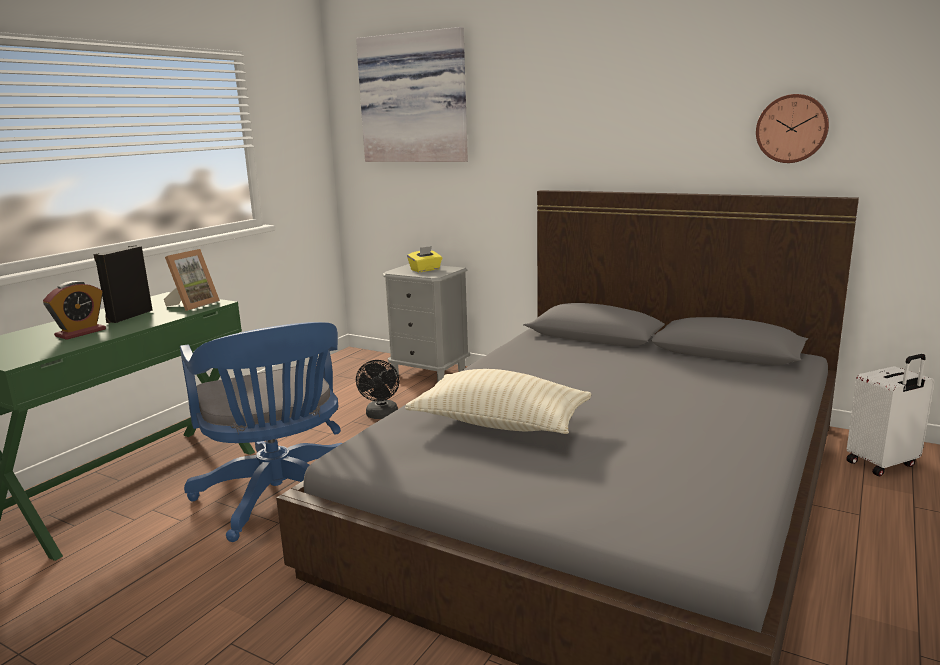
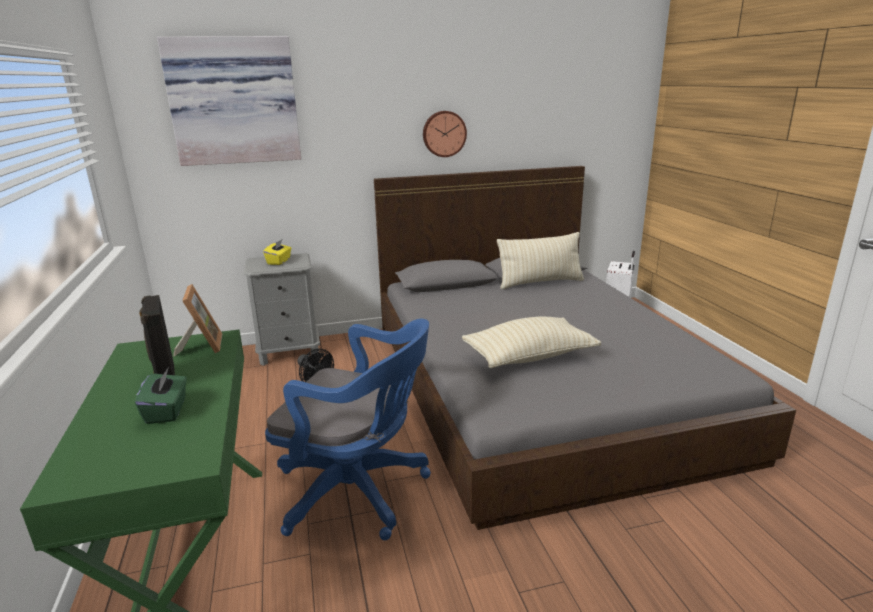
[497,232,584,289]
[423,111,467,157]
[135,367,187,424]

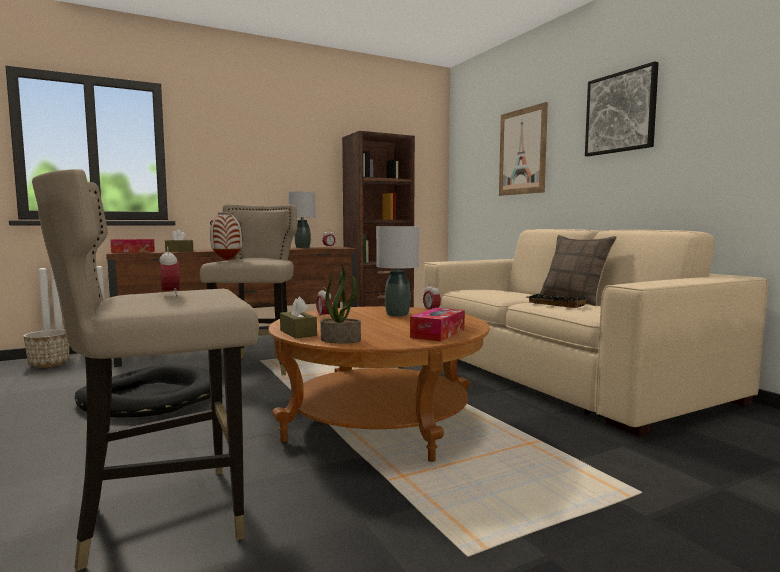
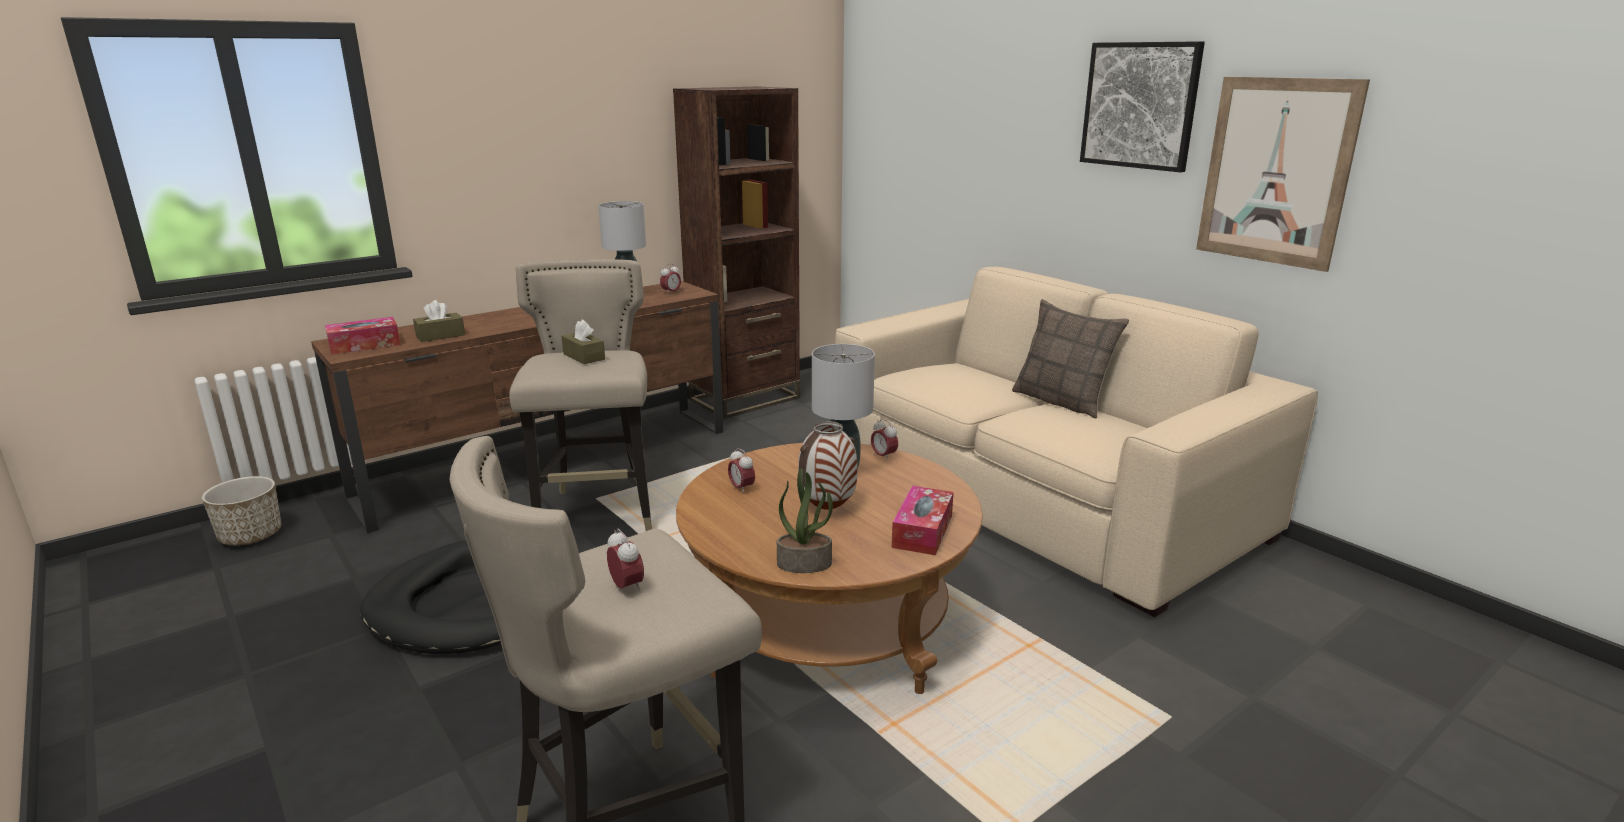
[526,294,588,308] (first image)
[798,421,858,510]
[561,320,605,364]
[1196,77,1370,272]

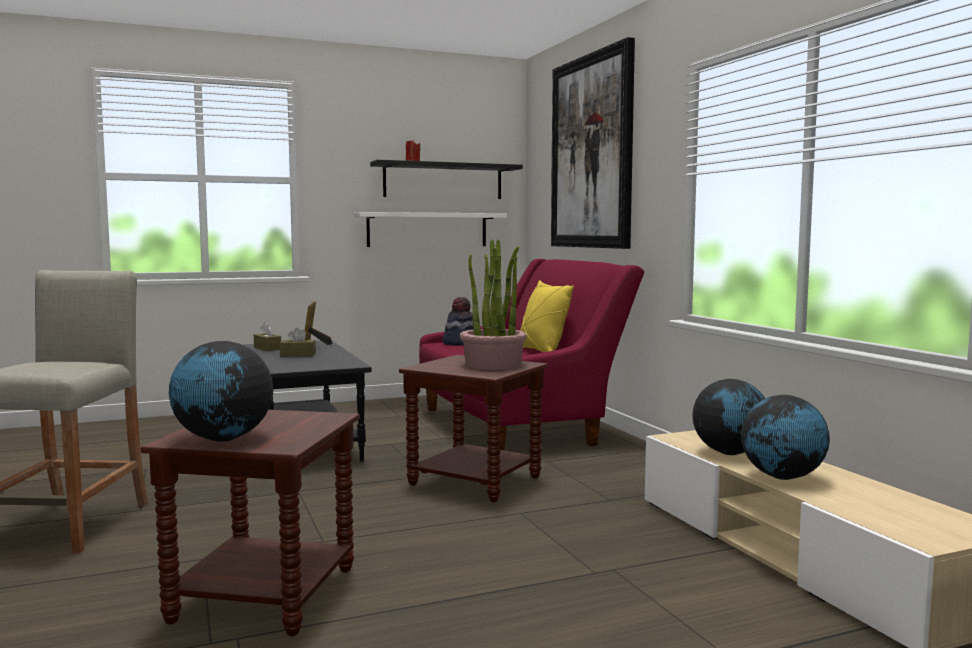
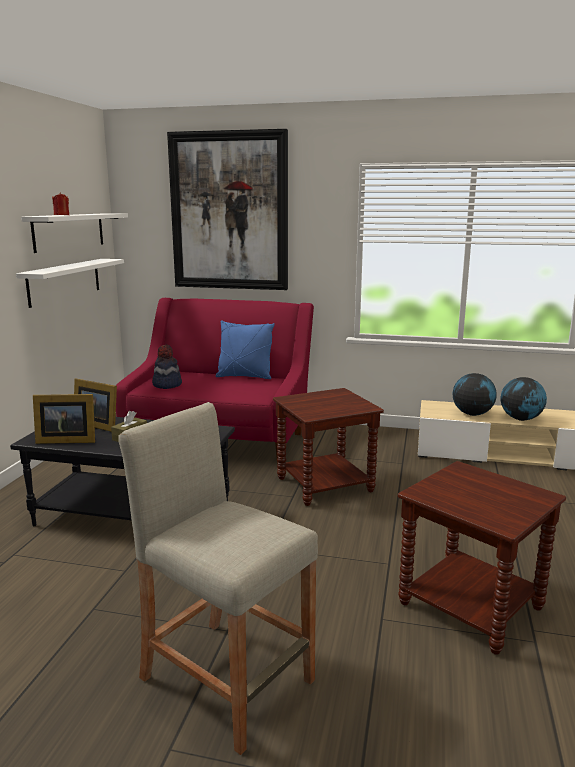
[169,341,273,442] (first image)
[460,239,527,370] (first image)
[33,394,95,444]
[21,213,128,253]
[215,320,275,379]

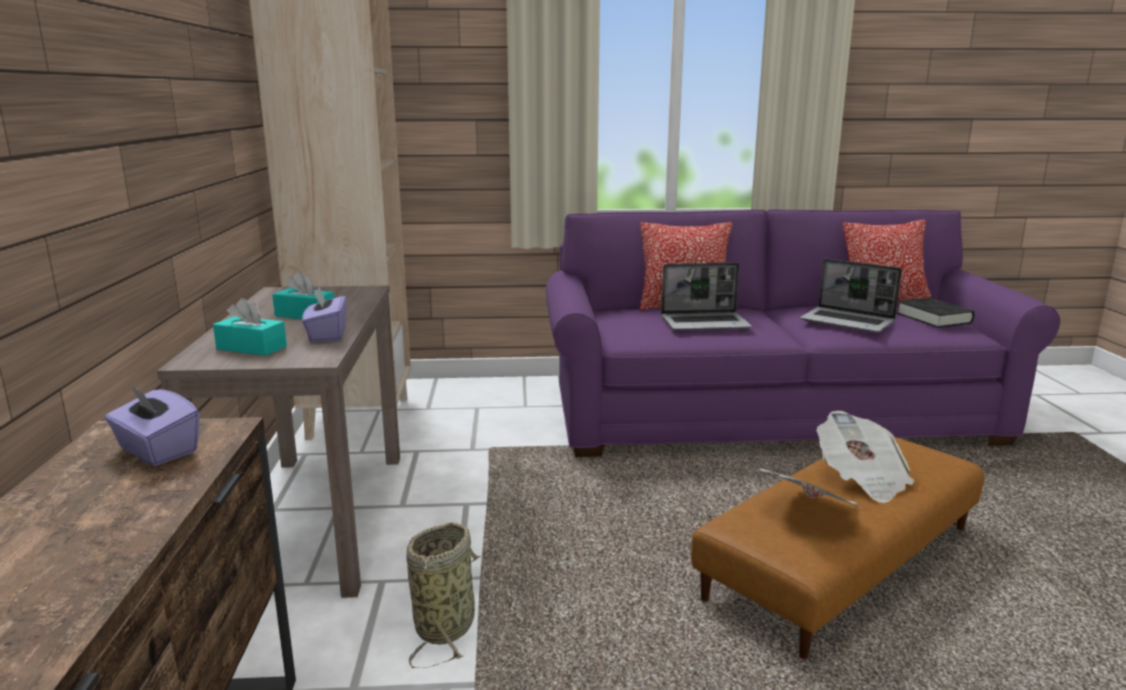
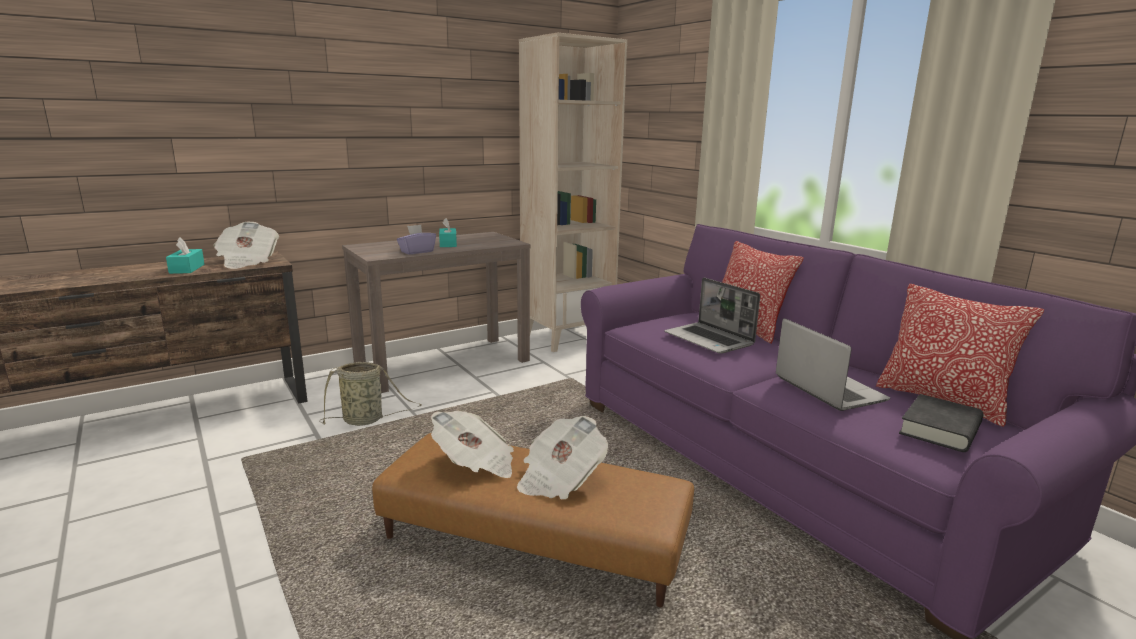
[166,237,204,274]
[214,222,279,269]
[776,318,890,411]

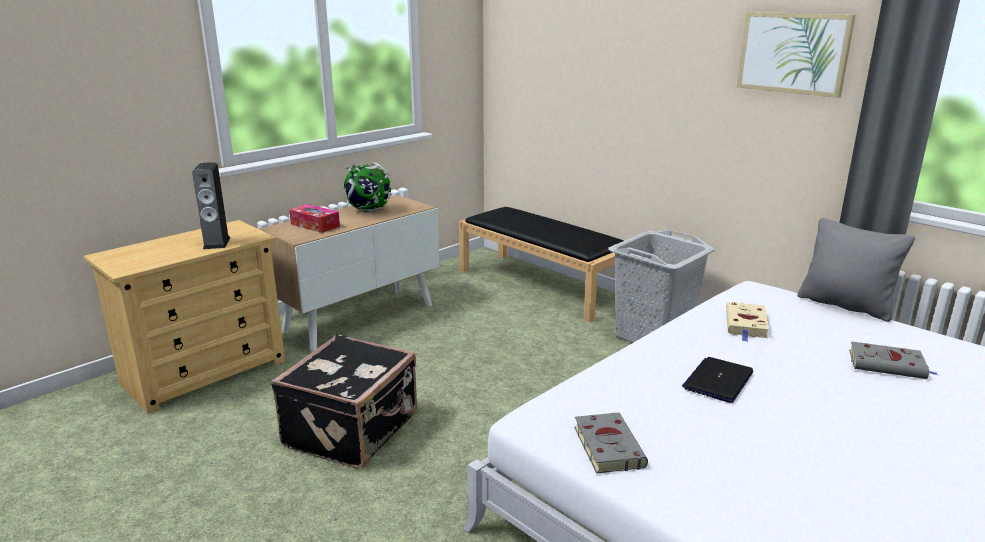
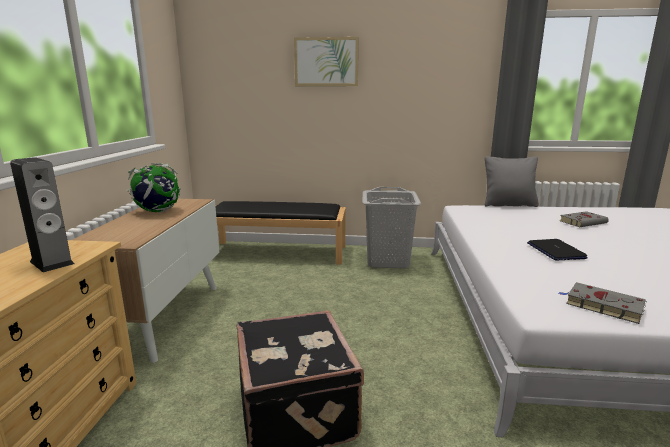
[289,204,340,233] (first image)
[726,302,769,342] (first image)
[294,37,359,86]

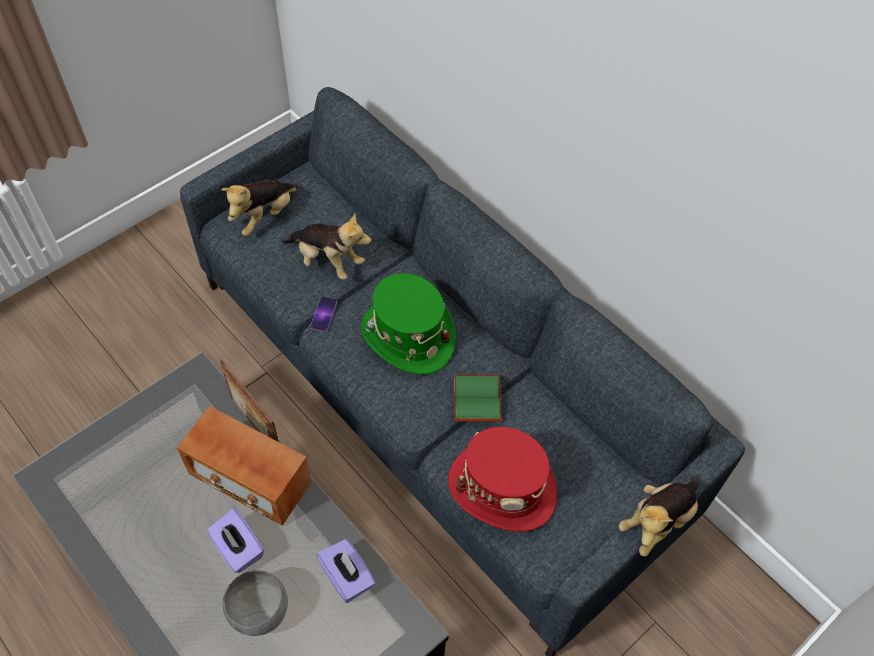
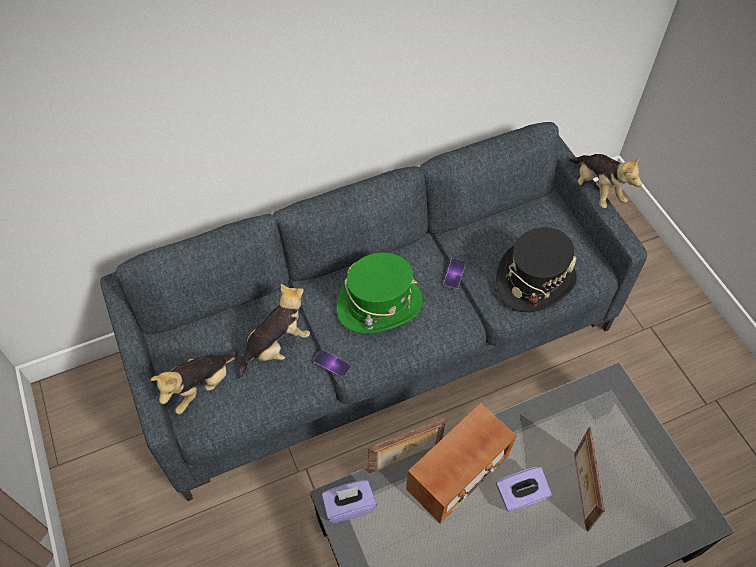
[322,480,377,523]
[574,427,605,532]
[443,258,466,289]
[496,227,577,312]
[151,350,238,414]

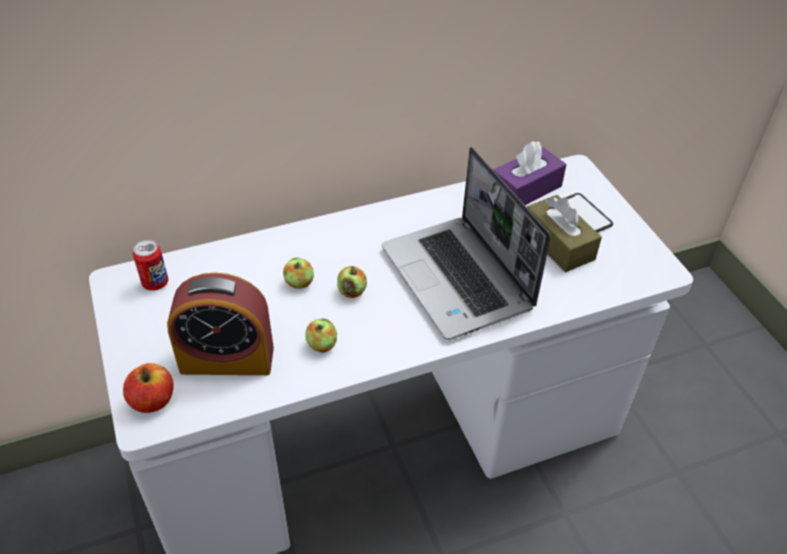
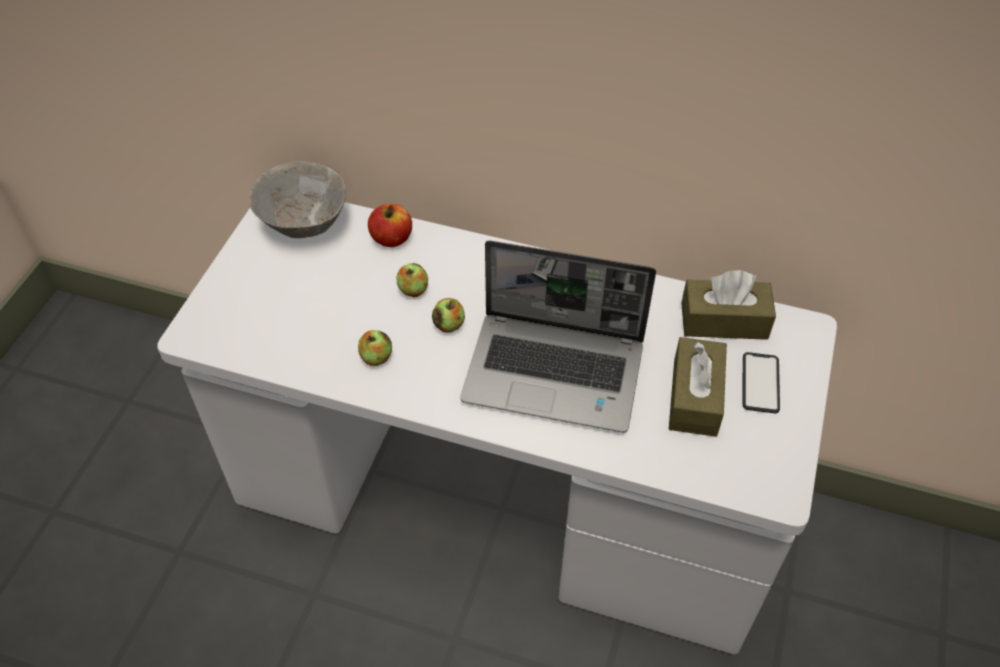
[167,273,274,375] (first image)
[368,204,412,247]
[249,161,346,238]
[681,270,776,340]
[460,240,656,433]

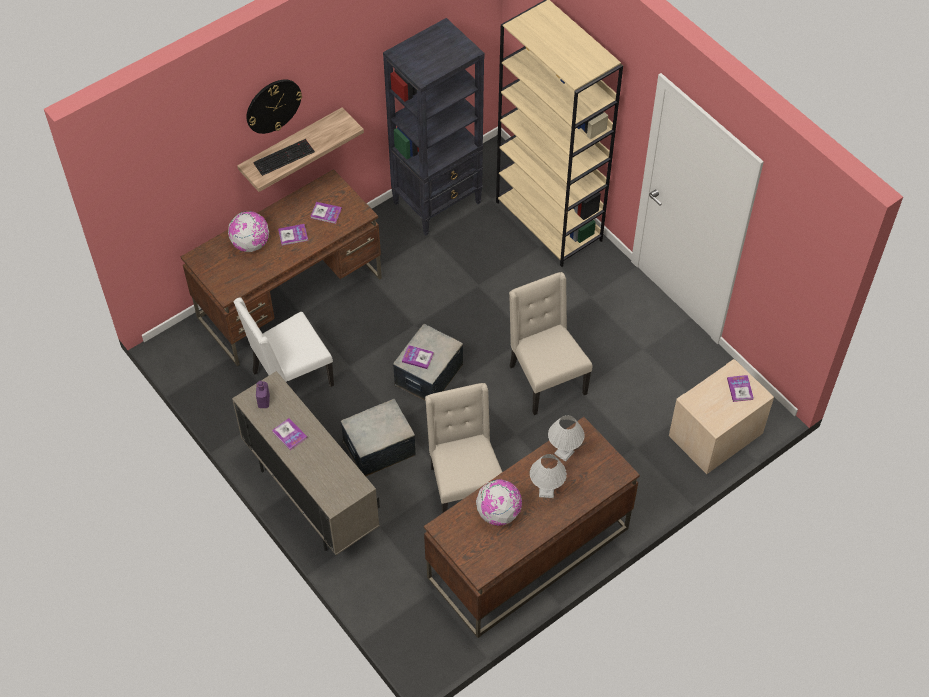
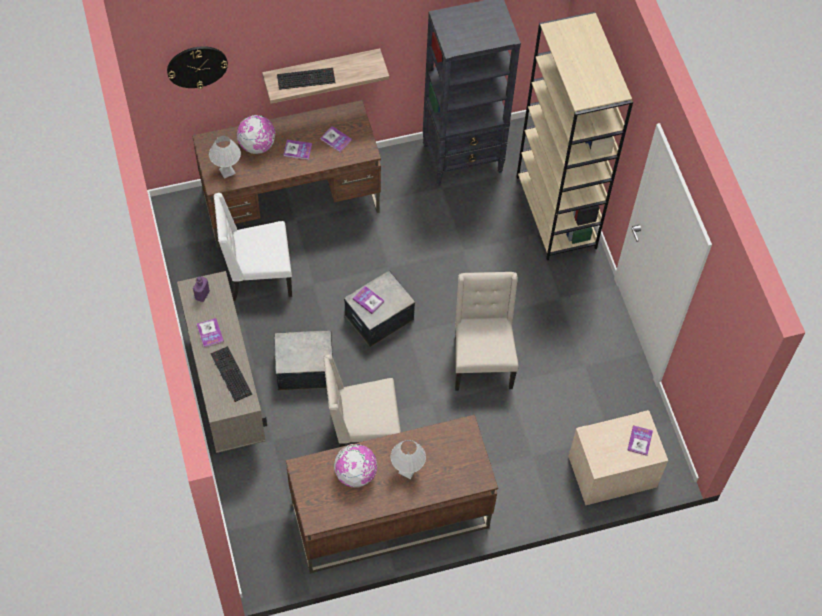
[210,346,252,402]
[167,46,228,89]
[209,136,241,179]
[323,354,401,447]

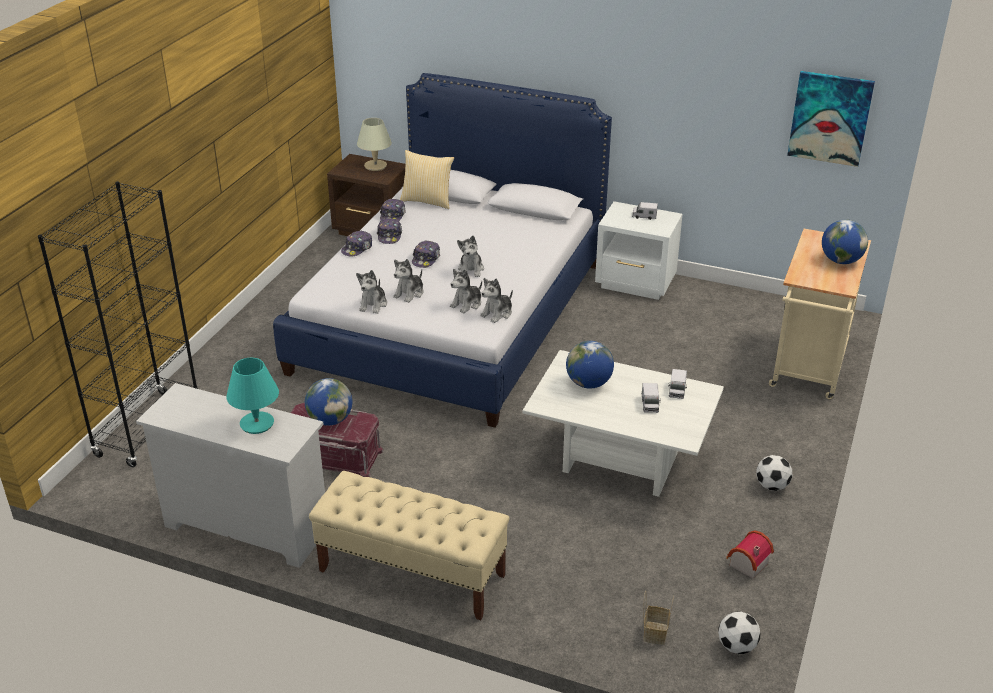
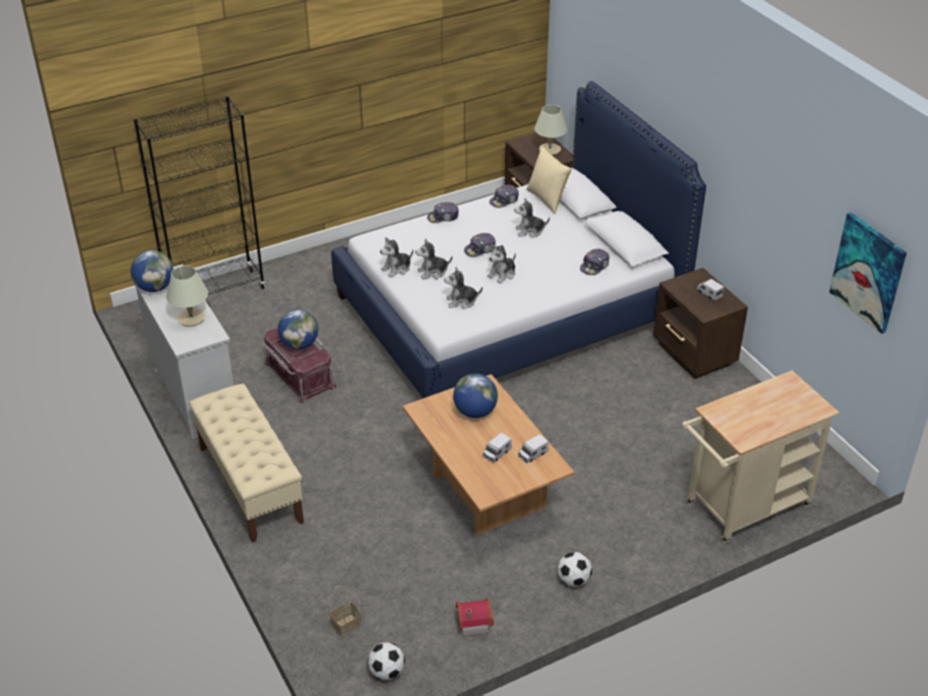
[580,249,610,275]
[514,198,550,238]
[131,250,173,292]
[166,266,208,327]
[402,374,574,535]
[653,268,748,379]

